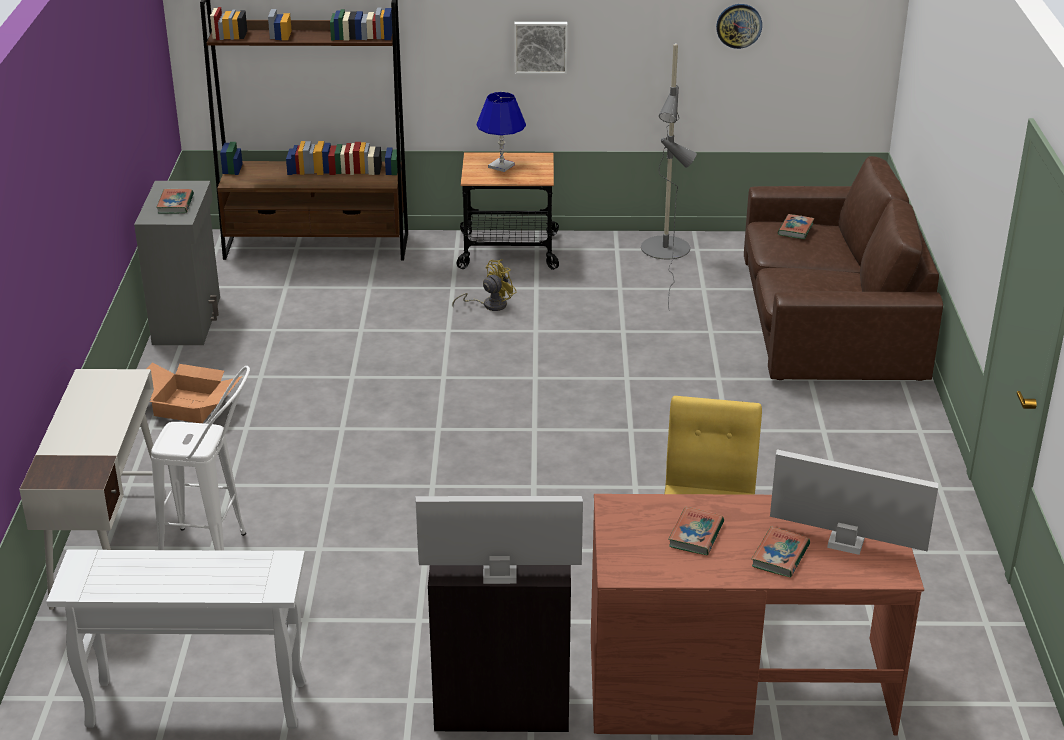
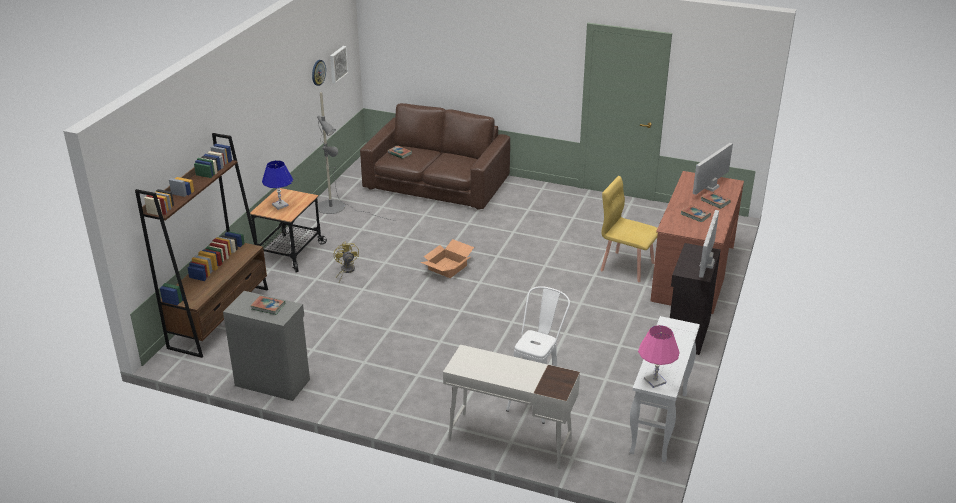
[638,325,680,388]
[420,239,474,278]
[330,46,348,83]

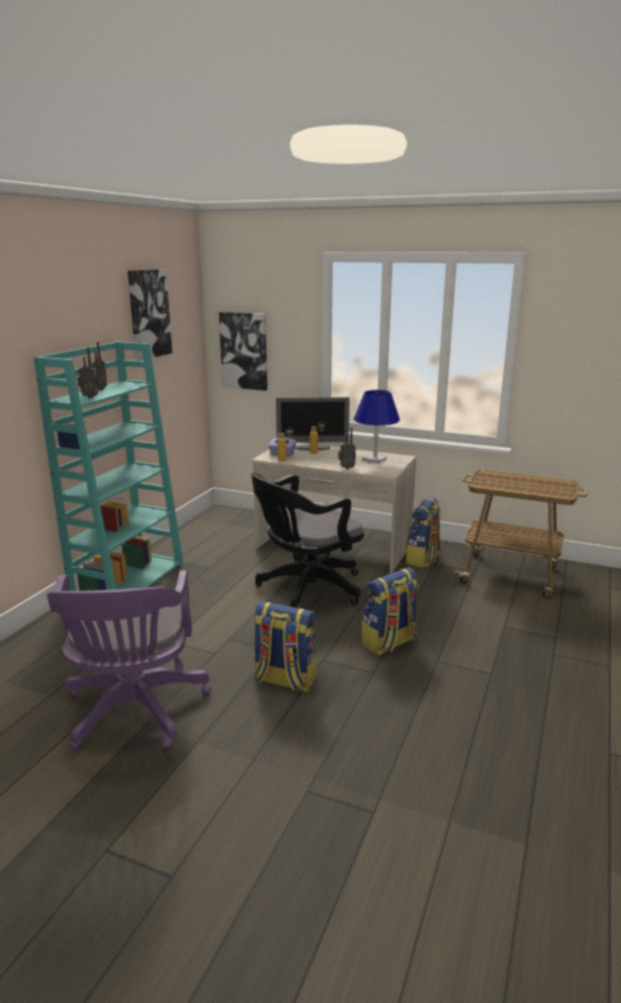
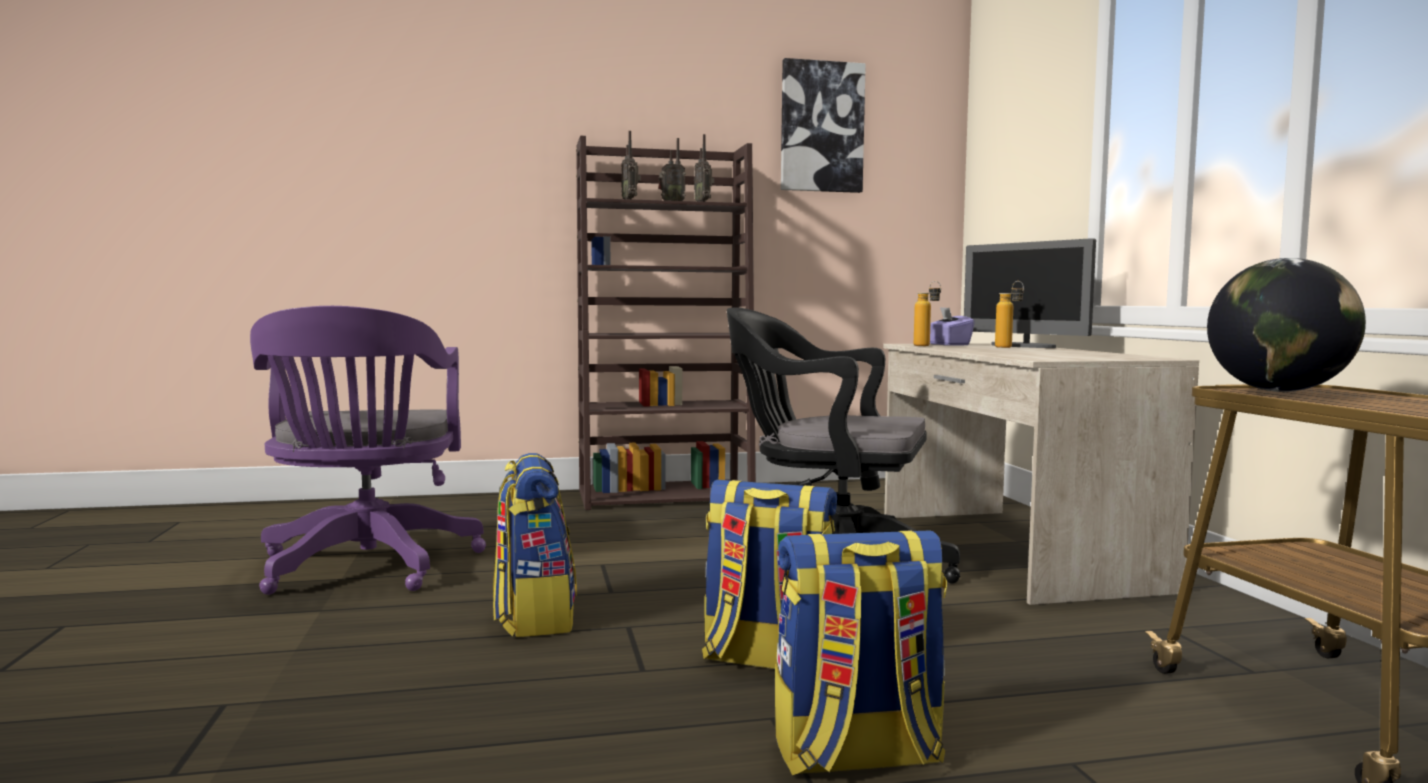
[219,312,267,391] (first image)
[354,390,400,464] (first image)
[1207,258,1366,392]
[694,134,714,202]
[775,530,947,775]
[576,136,756,510]
[250,306,486,595]

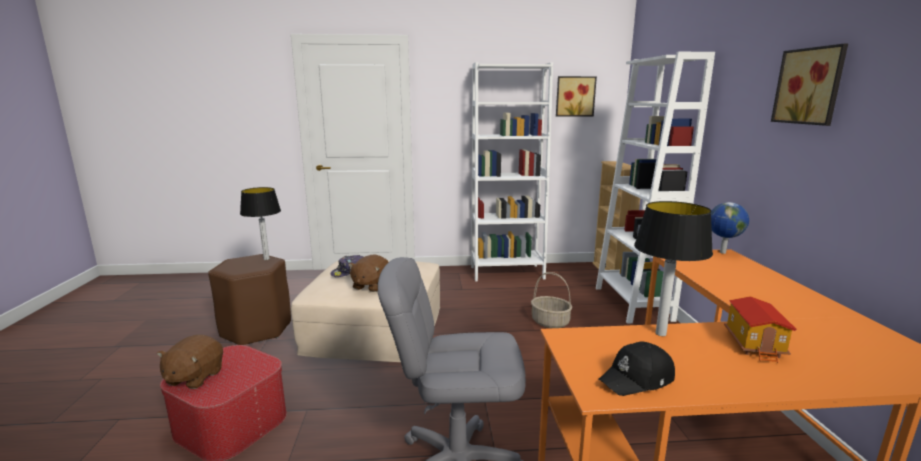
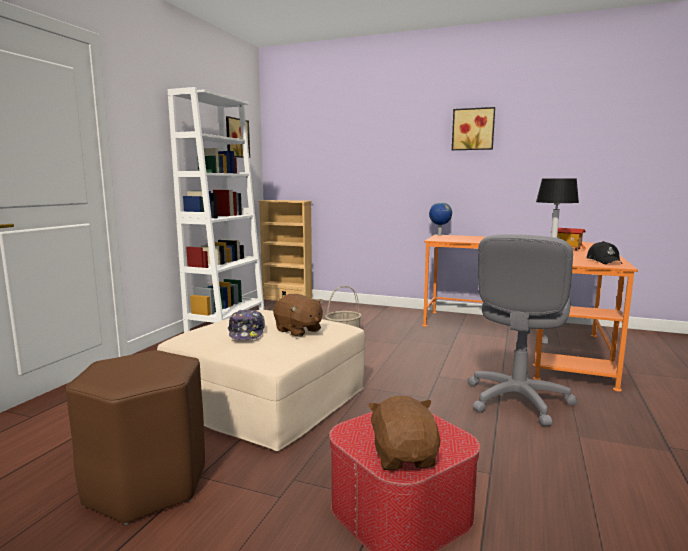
[240,187,281,260] (first image)
[596,52,715,324] (first image)
[368,395,440,470]

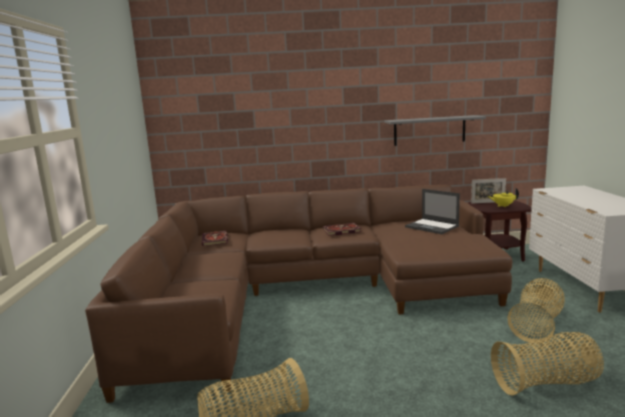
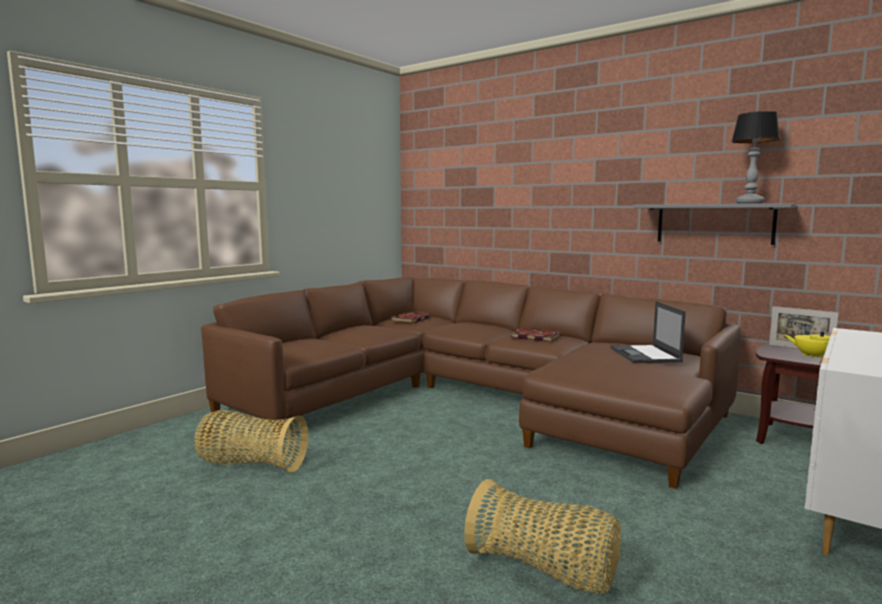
[507,278,565,343] (first image)
[732,111,780,204]

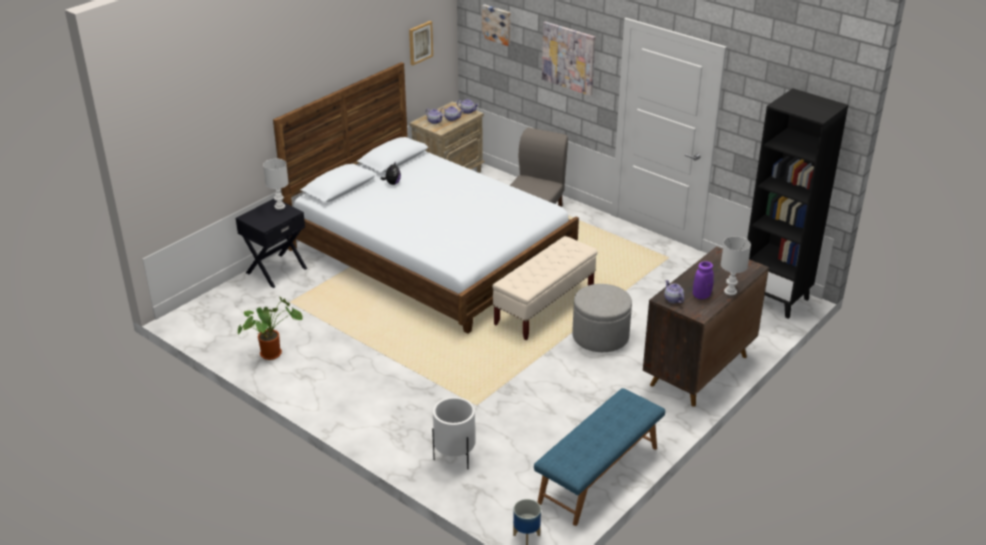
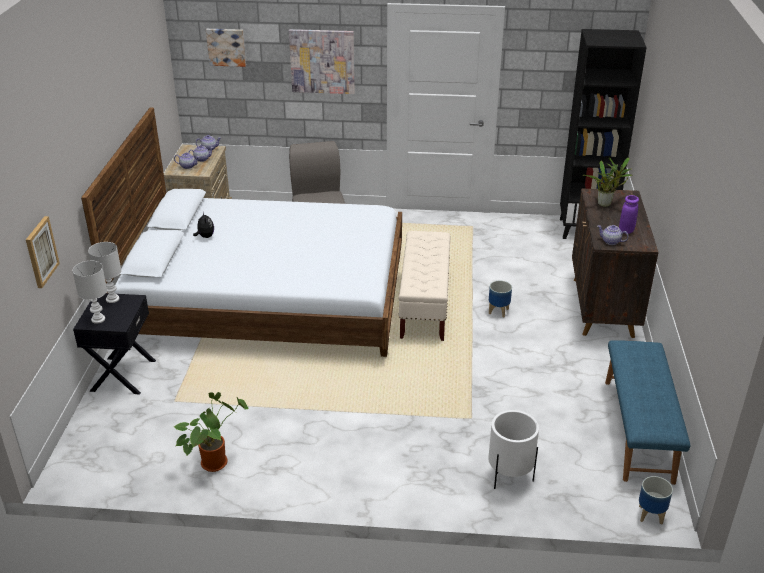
[583,158,632,207]
[26,216,60,288]
[72,261,107,324]
[489,281,512,318]

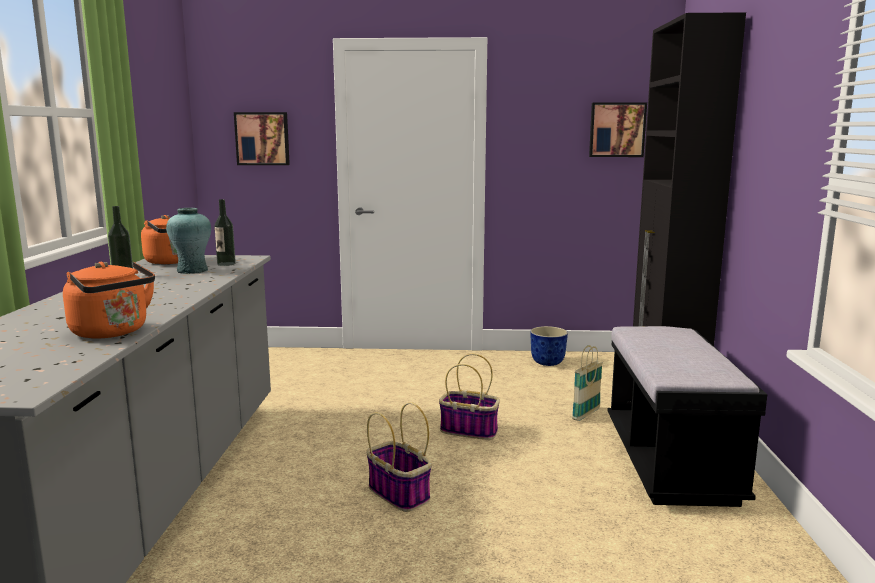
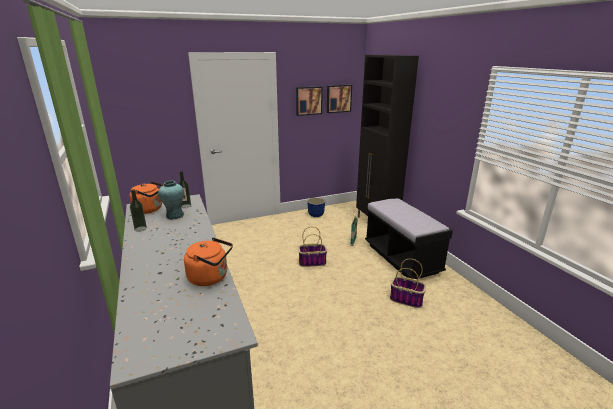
[296,86,323,116]
[390,258,426,308]

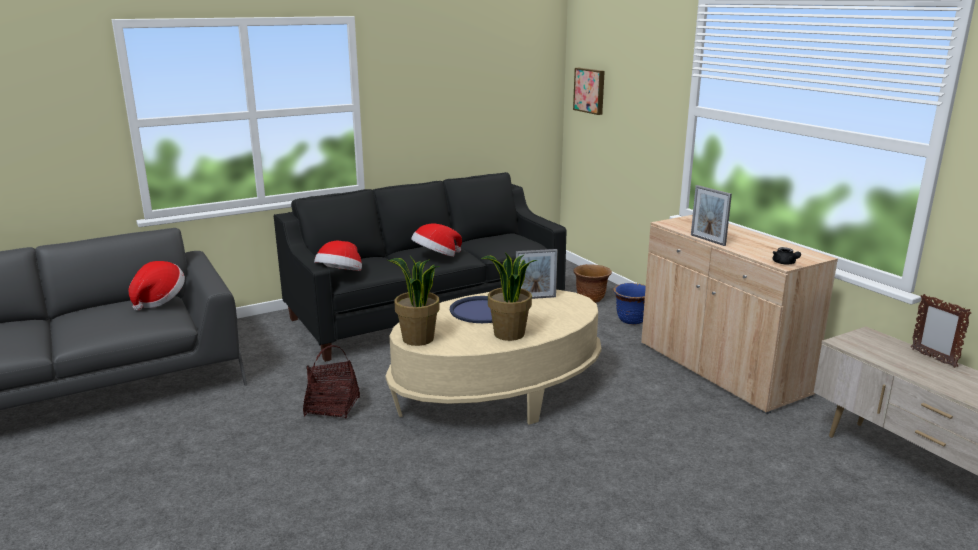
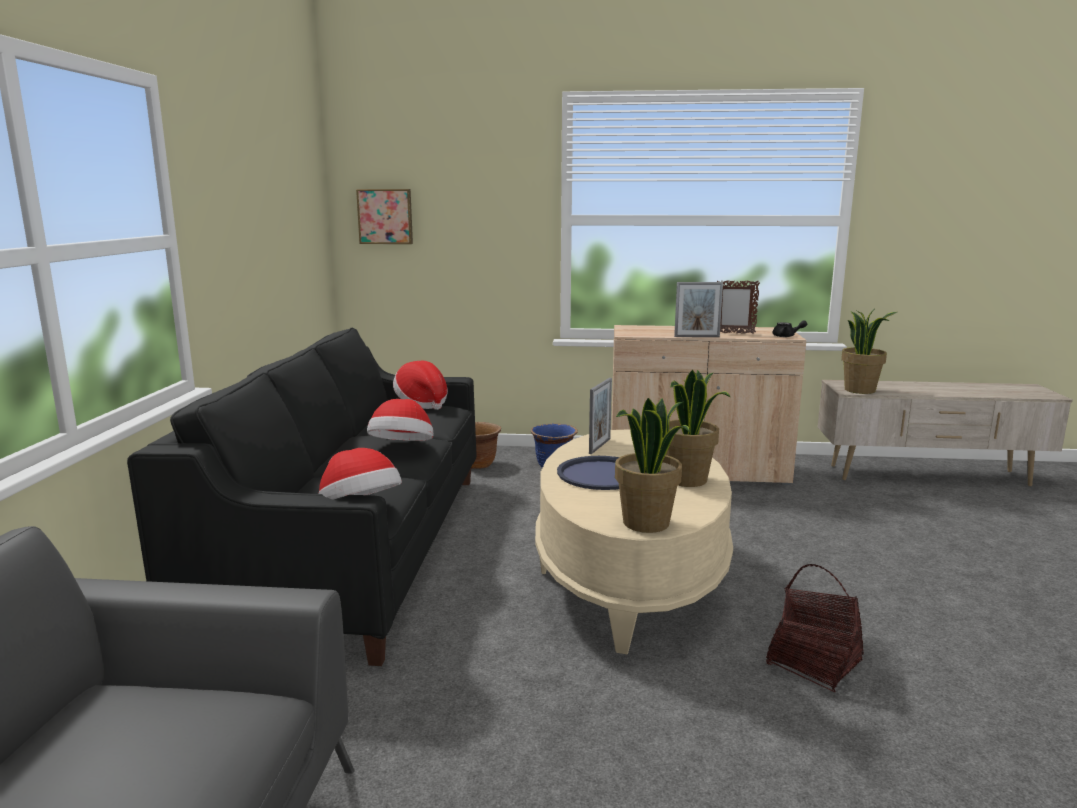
[841,310,897,394]
[393,361,448,410]
[766,564,864,692]
[717,280,760,334]

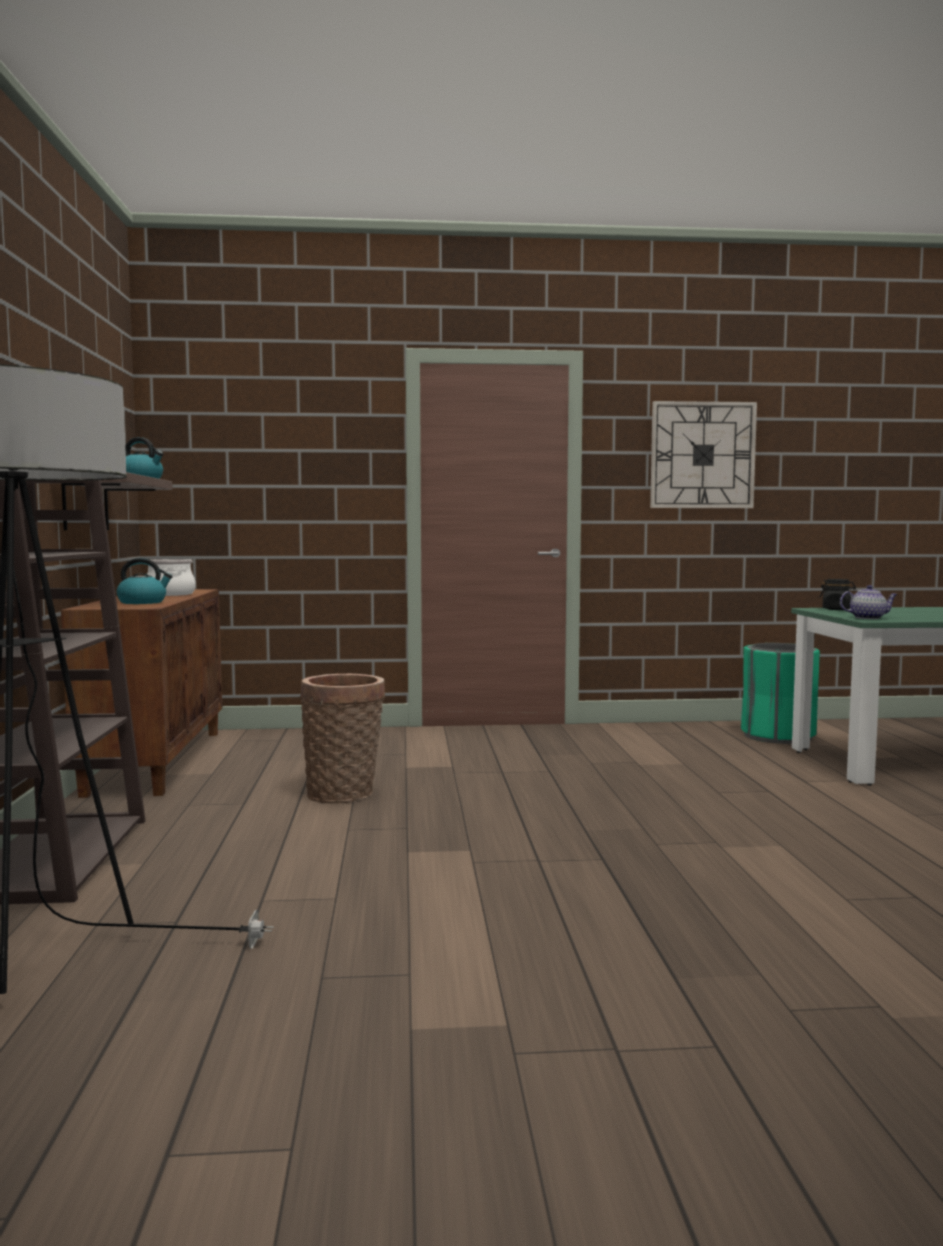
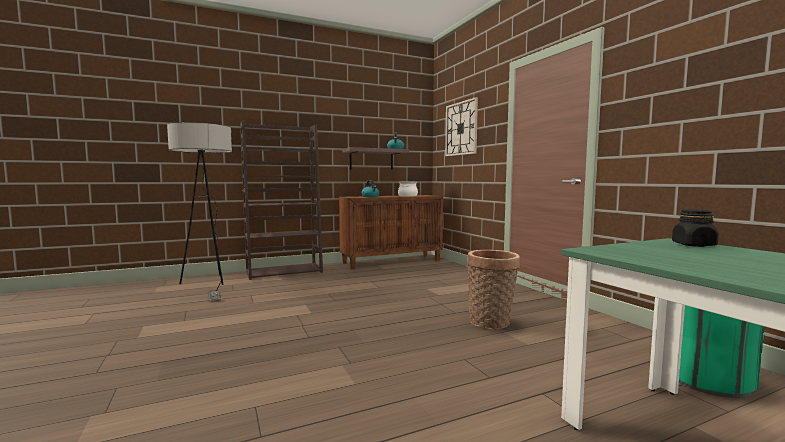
[840,585,898,619] (first image)
[467,250,520,329]
[445,97,478,156]

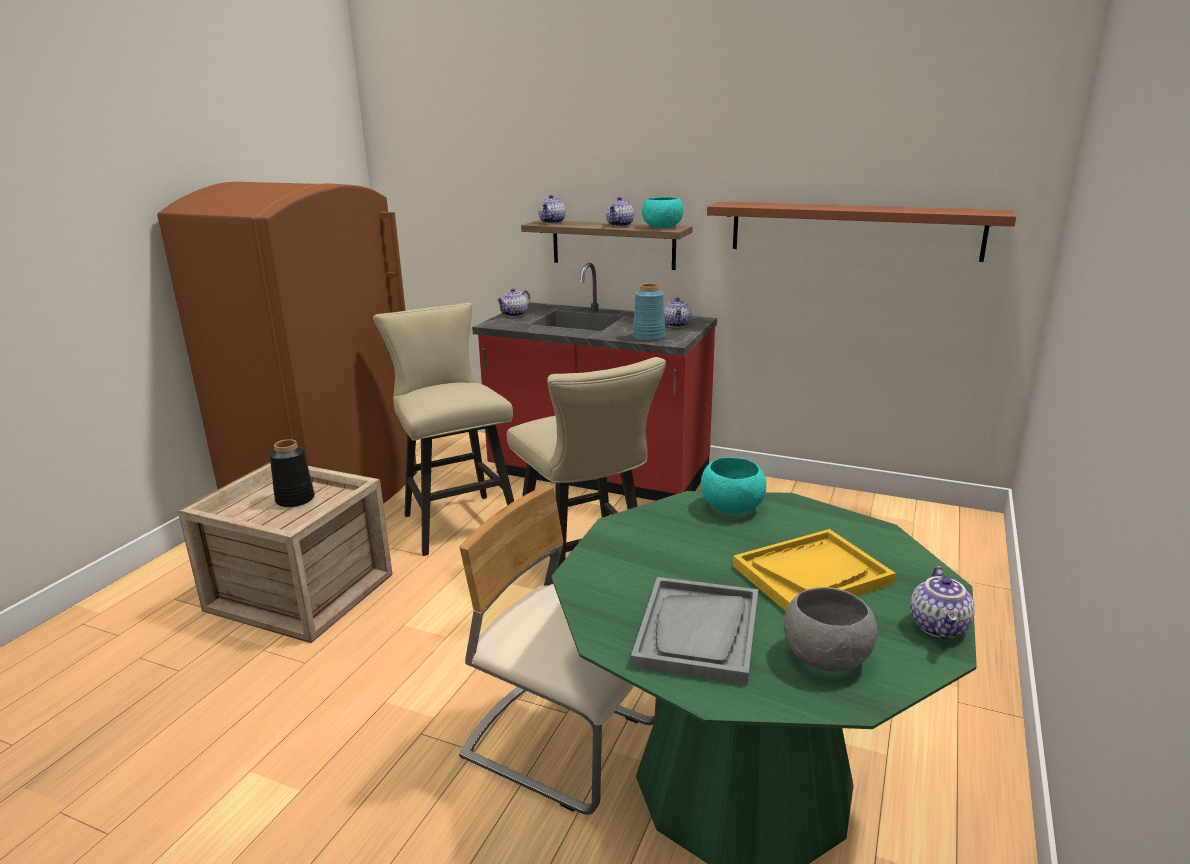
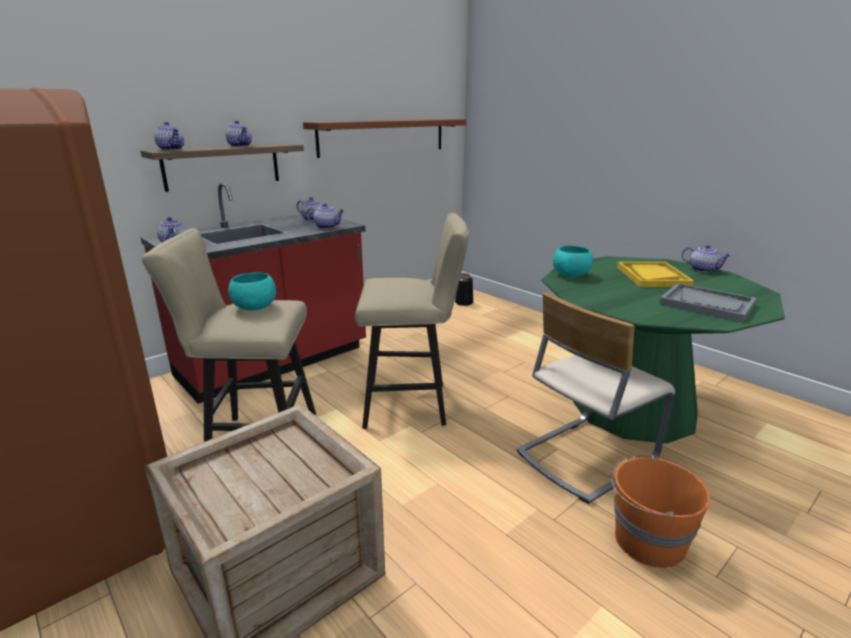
[783,587,877,672] (first image)
[611,455,710,568]
[455,273,473,306]
[228,272,276,310]
[306,203,345,229]

